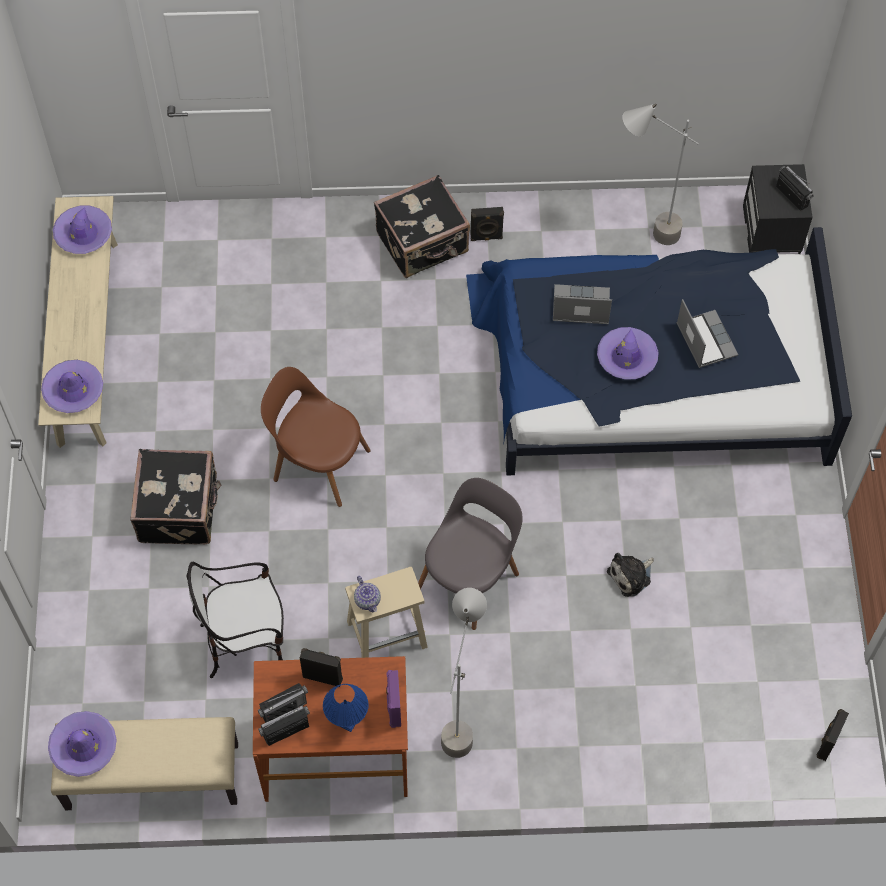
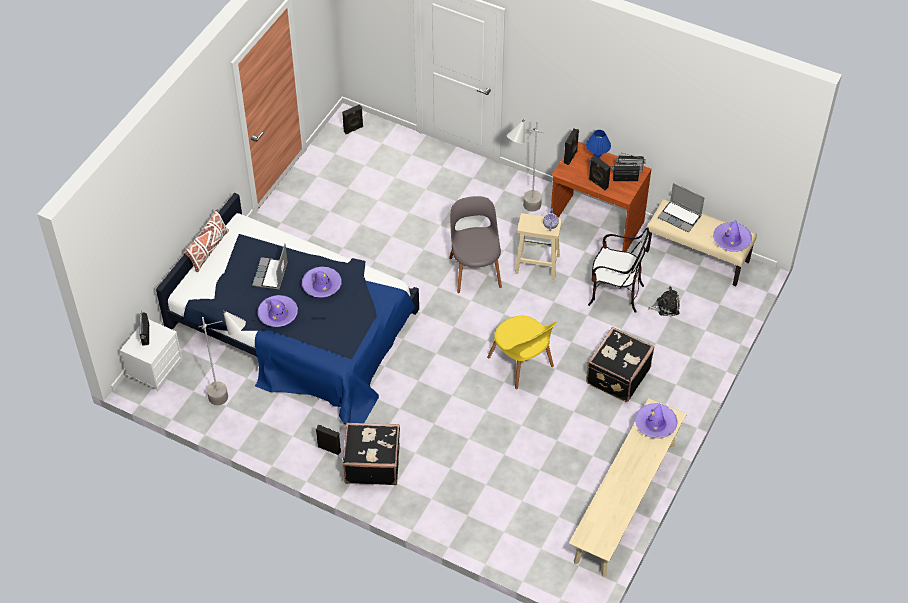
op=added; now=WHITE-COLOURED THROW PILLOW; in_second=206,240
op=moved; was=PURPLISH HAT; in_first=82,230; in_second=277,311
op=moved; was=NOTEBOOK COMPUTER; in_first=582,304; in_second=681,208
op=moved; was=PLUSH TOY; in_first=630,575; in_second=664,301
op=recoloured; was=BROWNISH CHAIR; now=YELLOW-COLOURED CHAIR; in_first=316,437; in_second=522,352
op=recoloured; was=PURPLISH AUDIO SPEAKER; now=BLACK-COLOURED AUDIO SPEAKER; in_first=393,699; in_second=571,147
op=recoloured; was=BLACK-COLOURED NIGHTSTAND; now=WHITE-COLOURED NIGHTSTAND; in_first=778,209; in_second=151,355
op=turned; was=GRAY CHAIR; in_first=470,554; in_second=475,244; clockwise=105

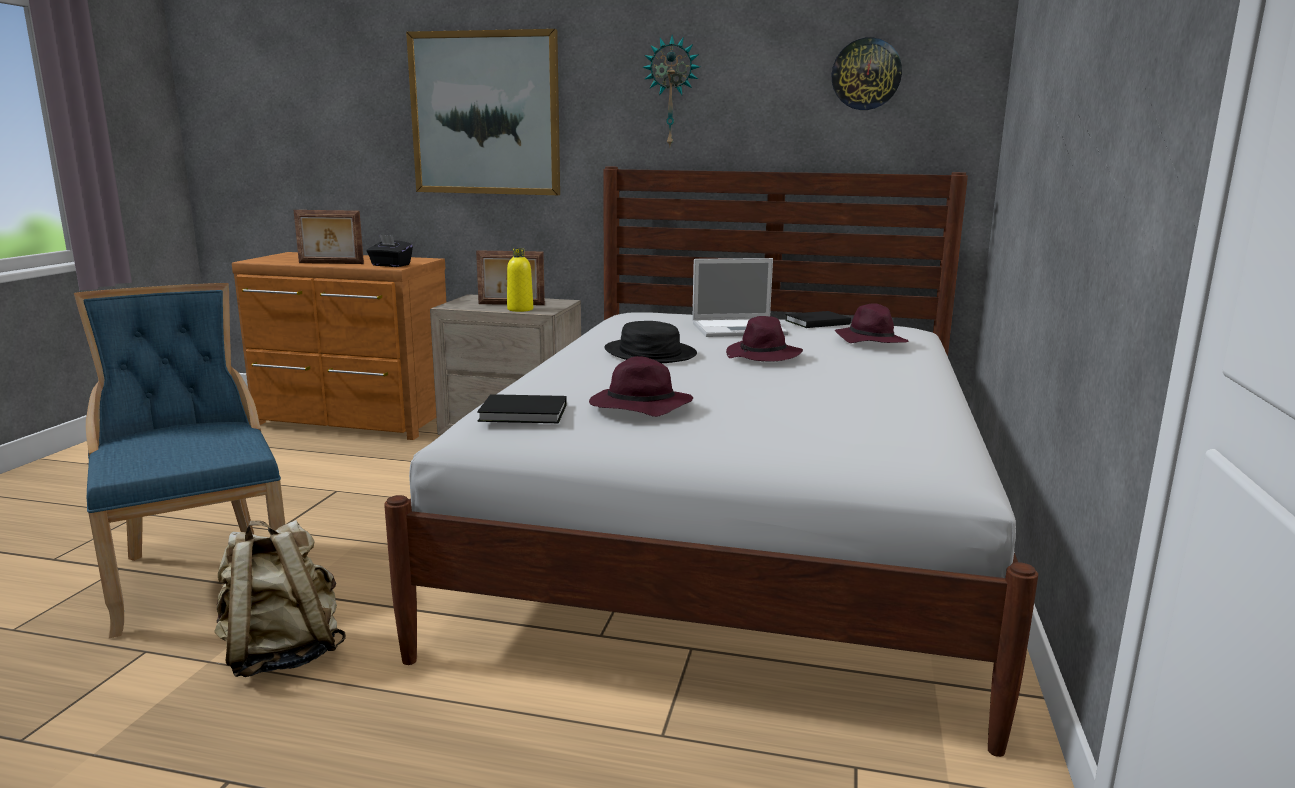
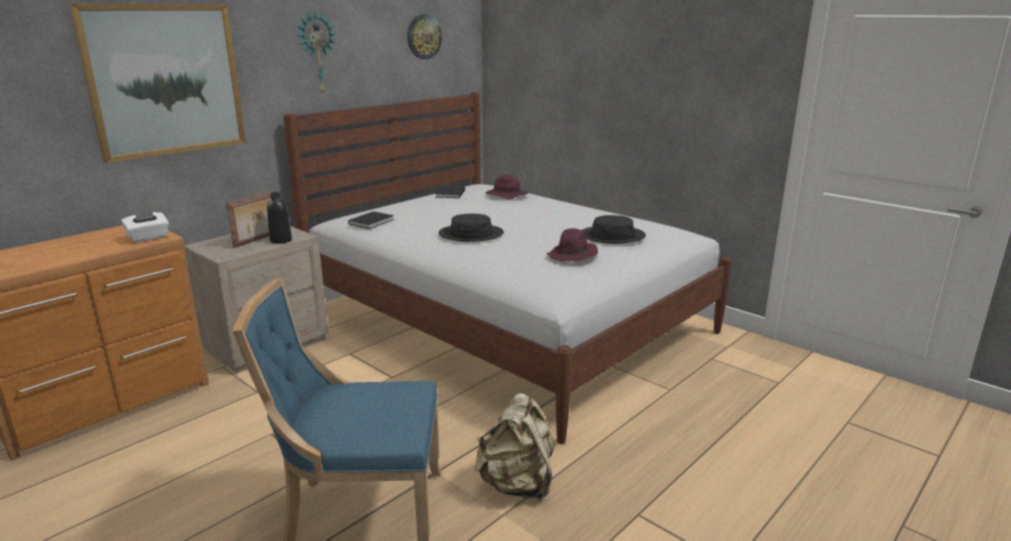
op=removed; was=PHOTO FRAME; in_first=329,237
op=removed; was=NOTEBOOK COMPUTER; in_first=740,297
op=removed; was=PURPLISH HAT; in_first=764,339
op=added; now=BLACK-COLOURED HAT; in_second=614,229
op=moved; was=BLACK-COLOURED VOLUME; in_first=522,408; in_second=371,220
op=recoloured; was=BLACK-COLOURED TISSUE BOX; now=WHITE-COLOURED TISSUE BOX; in_first=390,250; in_second=145,226
op=recoloured; was=YELLOW-COLOURED DRINK BOTTLE; now=BLACK-COLOURED DRINK BOTTLE; in_first=520,280; in_second=279,218

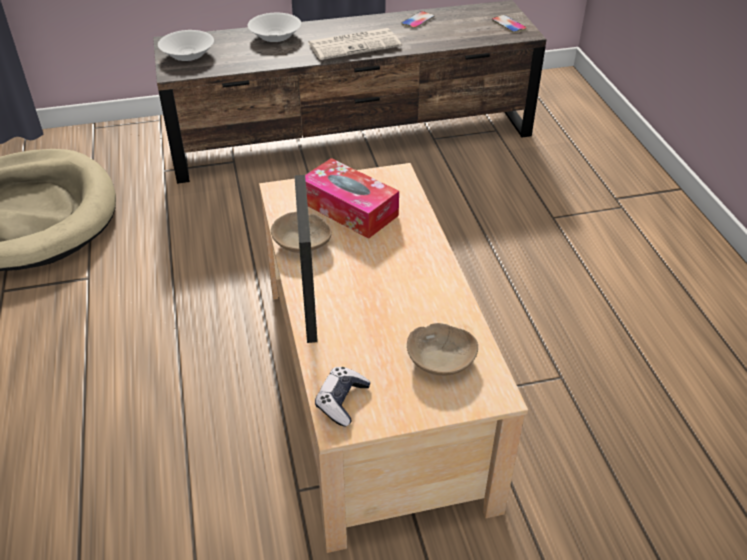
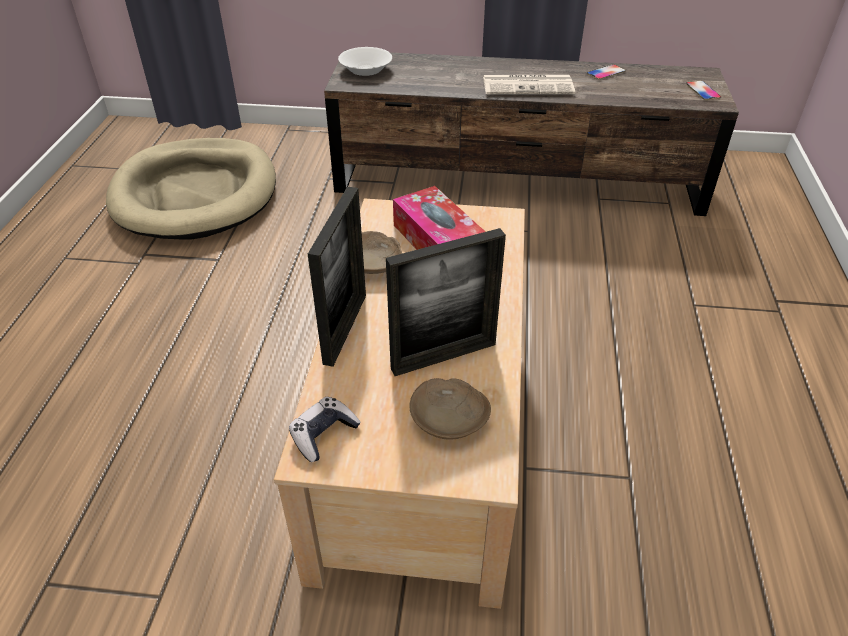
op=removed; was=WHITE-COLOURED DEEP DISH; in_first=274,27
op=added; now=PHOTO FRAME; in_second=446,302

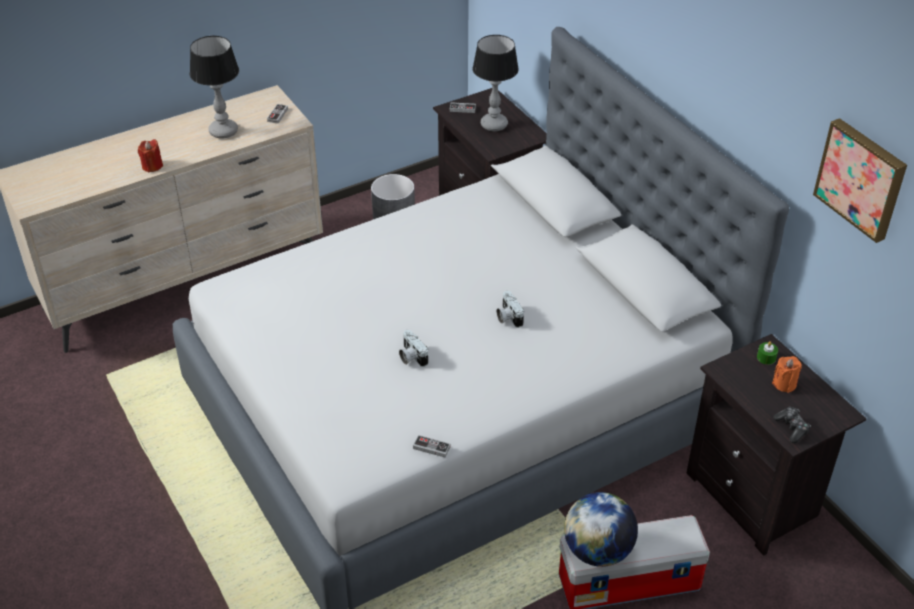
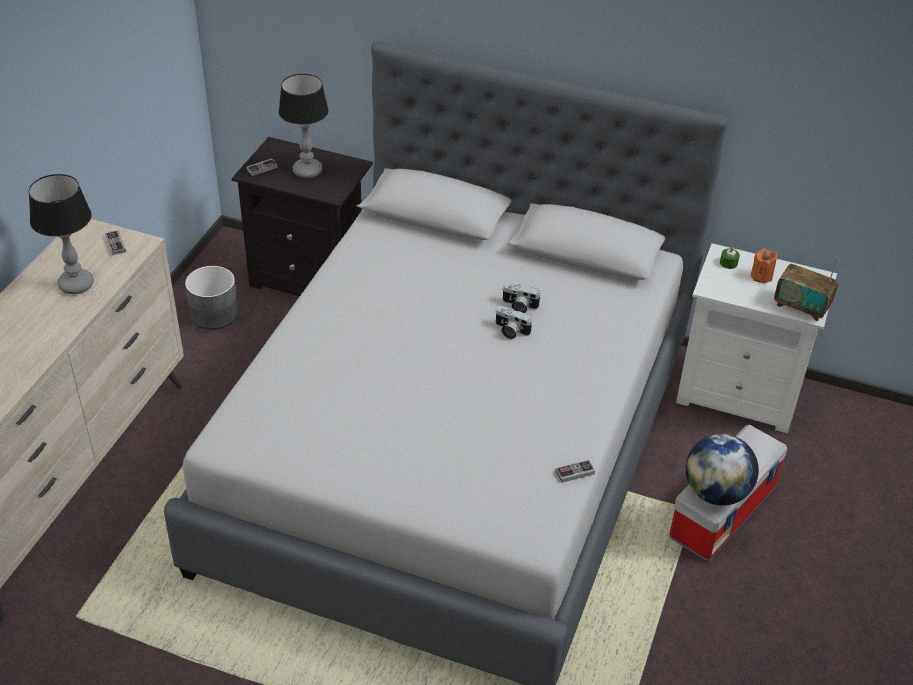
op=removed; was=RED-COLOURED CANDLE; in_first=150,156
op=removed; was=WALL ART; in_first=860,180
op=moved; was=PHOTO CAMERA; in_first=413,348; in_second=521,298
op=replaced; was=JOYPAD; now=RADIO SET; in_first=792,425; in_second=806,289
op=recoloured; was=BLACK-COLOURED NIGHTSTAND; now=WHITE-COLOURED NIGHTSTAND; in_first=776,444; in_second=756,338

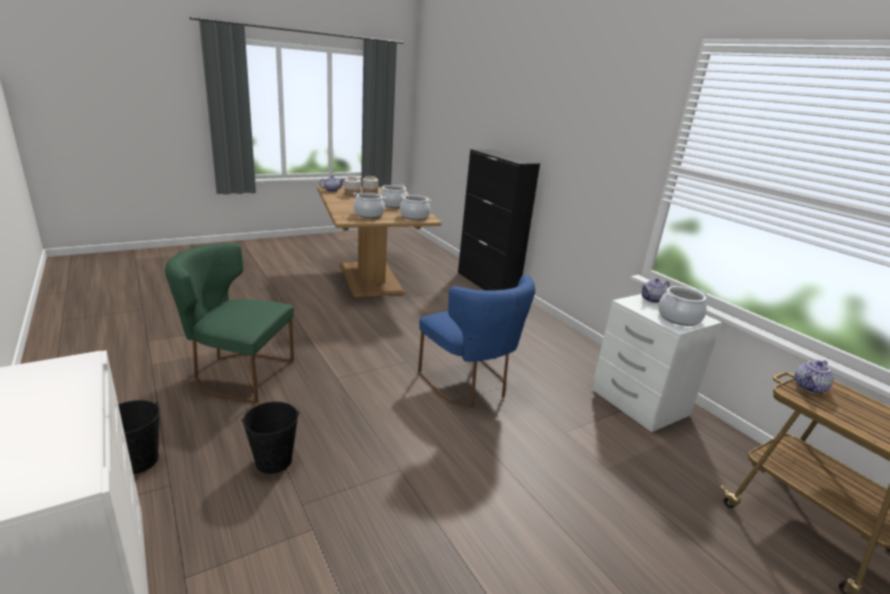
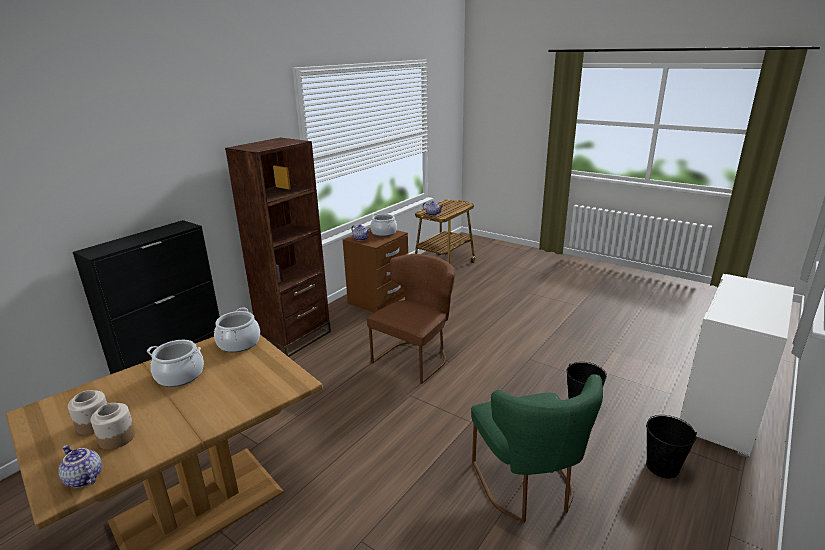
op=removed; was=STOCKPOT; in_first=369,205
op=added; now=BROWNISH BOOKCASE; in_second=278,247
op=recoloured; was=BLUE CHAIR; now=BROWNISH CHAIR; in_first=476,341; in_second=411,319
op=recoloured; was=WHITE-COLOURED NIGHTSTAND; now=BROWNISH NIGHTSTAND; in_first=657,363; in_second=375,270

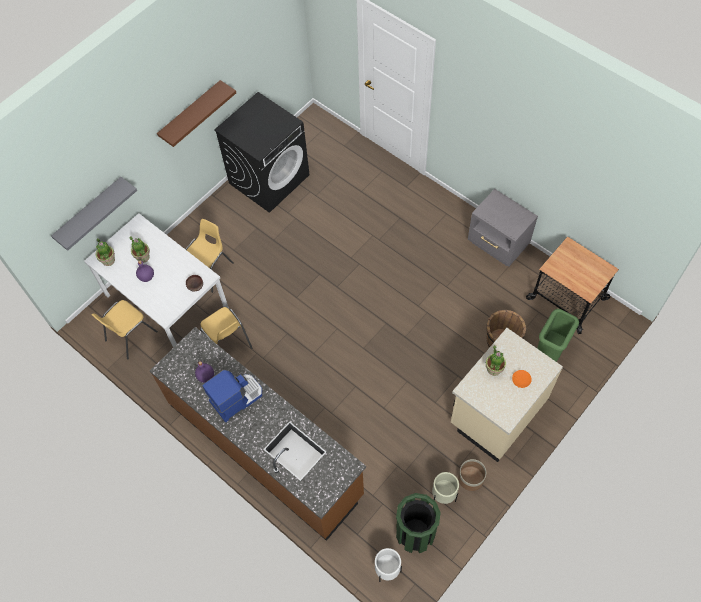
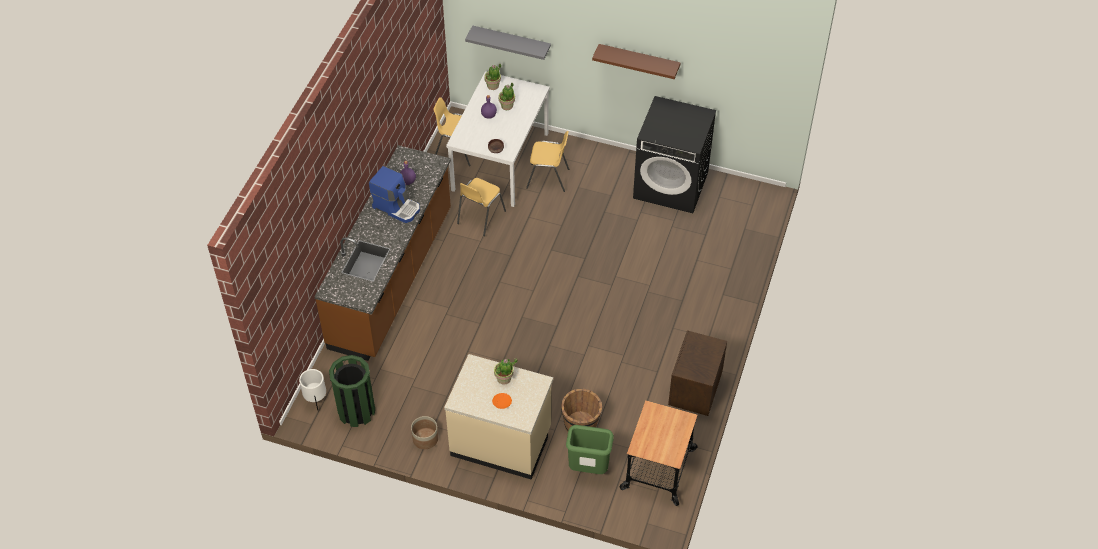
op=removed; was=BEIGE PLANT POT; in_first=445,488
op=recoloured; was=GRAY NIGHTSTAND; now=BROWNISH NIGHTSTAND; in_first=503,228; in_second=697,373

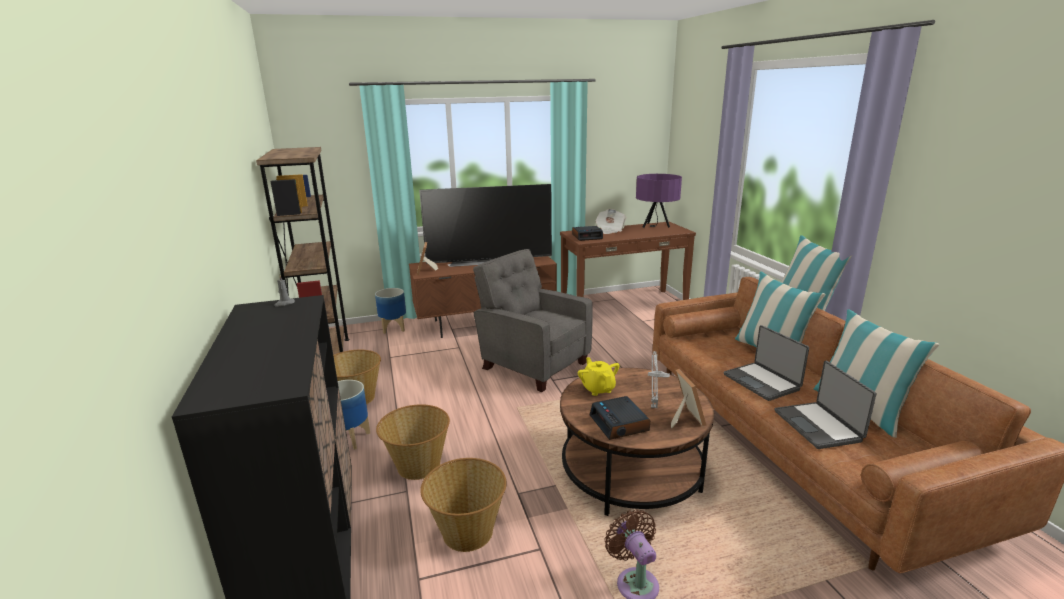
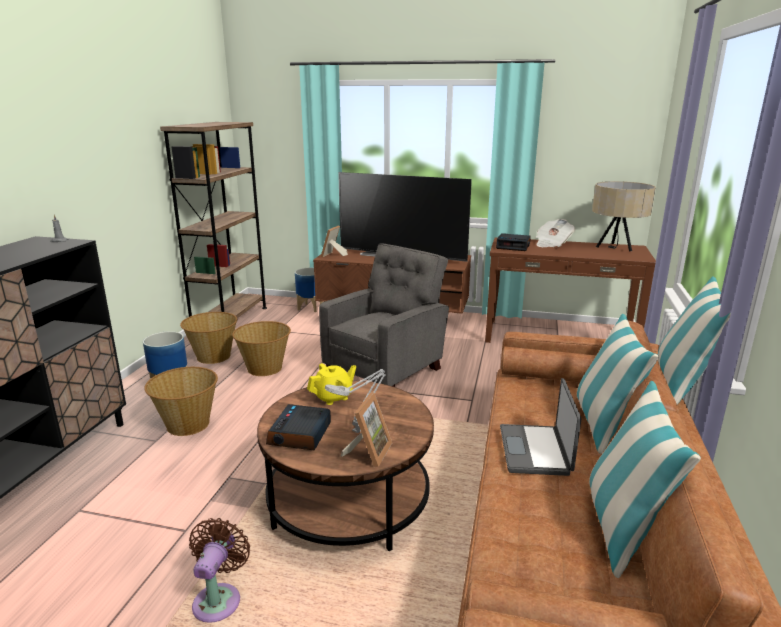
op=removed; was=NOTEBOOK COMPUTER; in_first=825,405
op=moved; was=HOUSEHOLD BASKET; in_first=463,505; in_second=261,348
op=recoloured; was=PURPLISH TABLE LAMP; now=BEIGE TABLE LAMP; in_first=659,201; in_second=624,216
op=turned; was=GRAY EASY CHAIR; in_first=533,320; in_second=384,315; clockwise=60
op=turned; was=YELLOW-COLOURED TEAPOT; in_first=599,376; in_second=331,384; clockwise=45

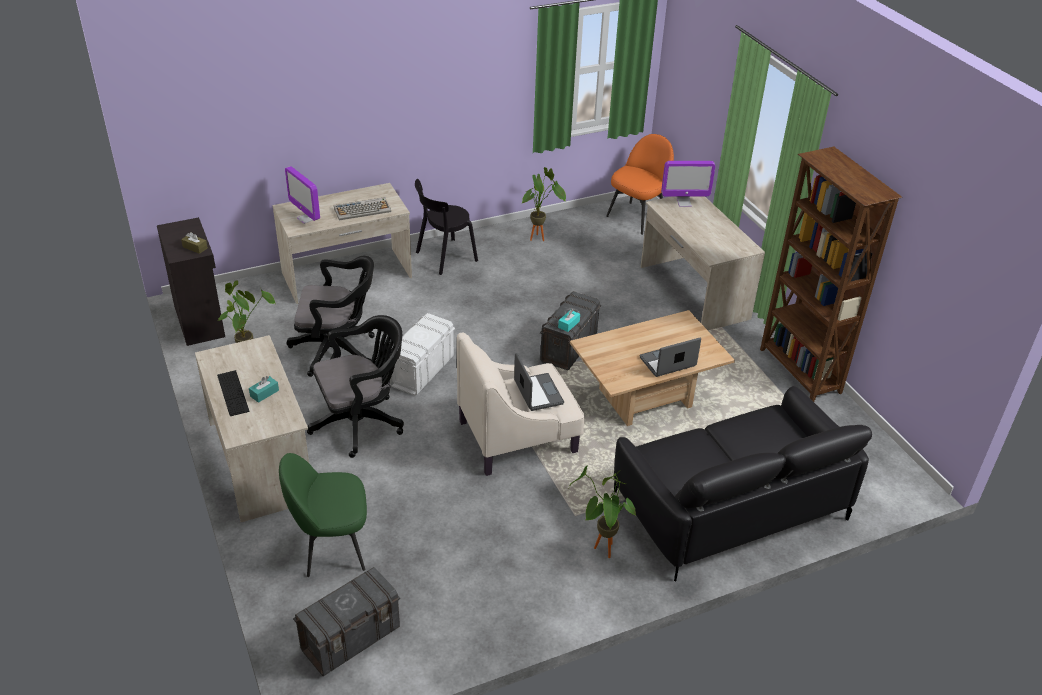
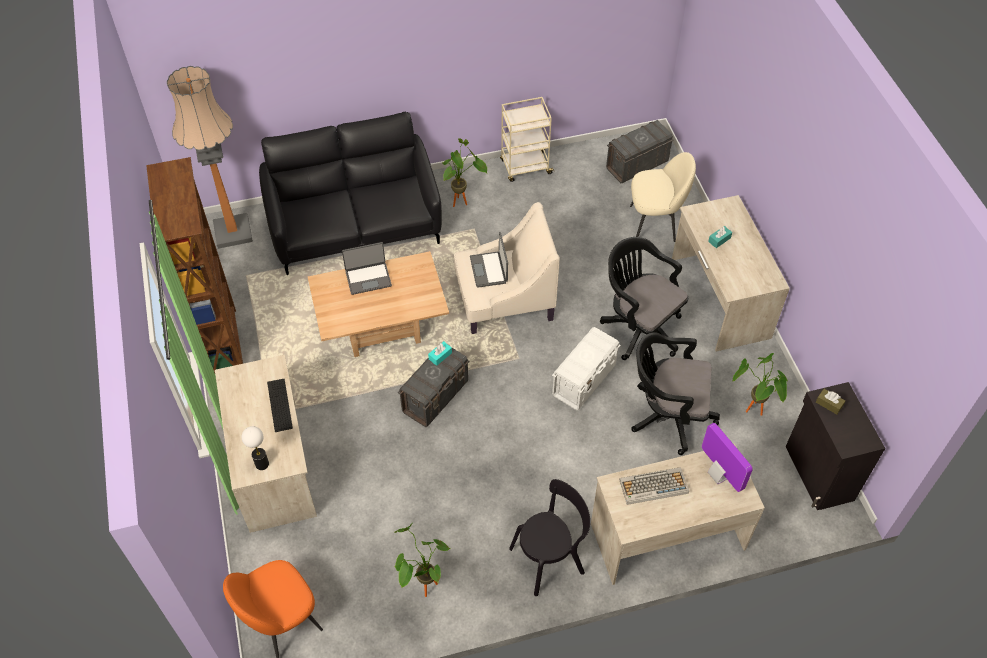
op=added; now=STANDARD LAMP; in_second=210,157
op=added; now=BEIGE TROLLEY; in_second=527,139
op=moved; was=PC KEYBOARD; in_first=233,393; in_second=280,405
op=replaced; was=COMPUTER DISPLAY; now=TABLE LAMP; in_first=688,184; in_second=255,448
op=recoloured; was=GREENISH CHAIR; now=BEIGE CHAIR; in_first=323,515; in_second=663,197
op=turned; was=BLACK-COLOURED OFFICE CHAIR; in_first=355,386; in_second=644,298; clockwise=60

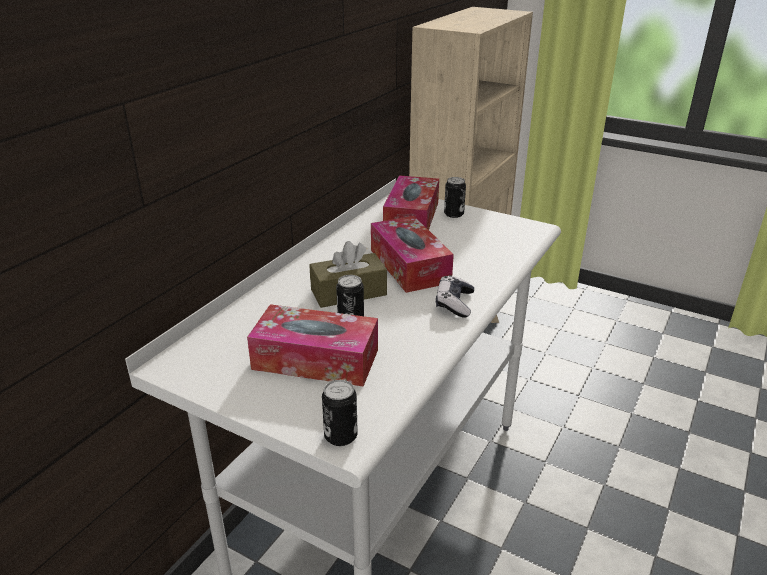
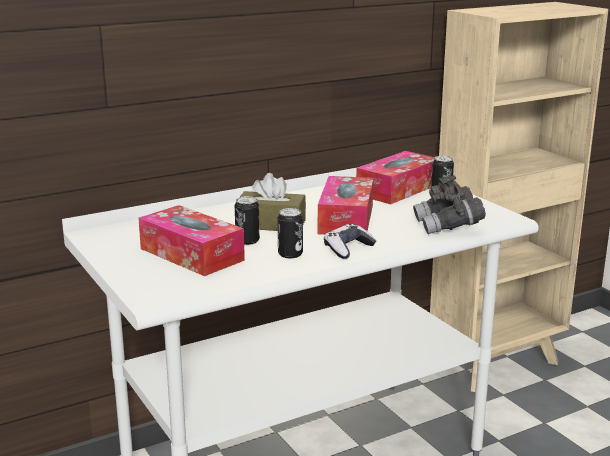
op=added; now=GRAY FIELD GLASSES; in_second=449,205
op=moved; was=SEALED CAN; in_first=340,413; in_second=290,233

